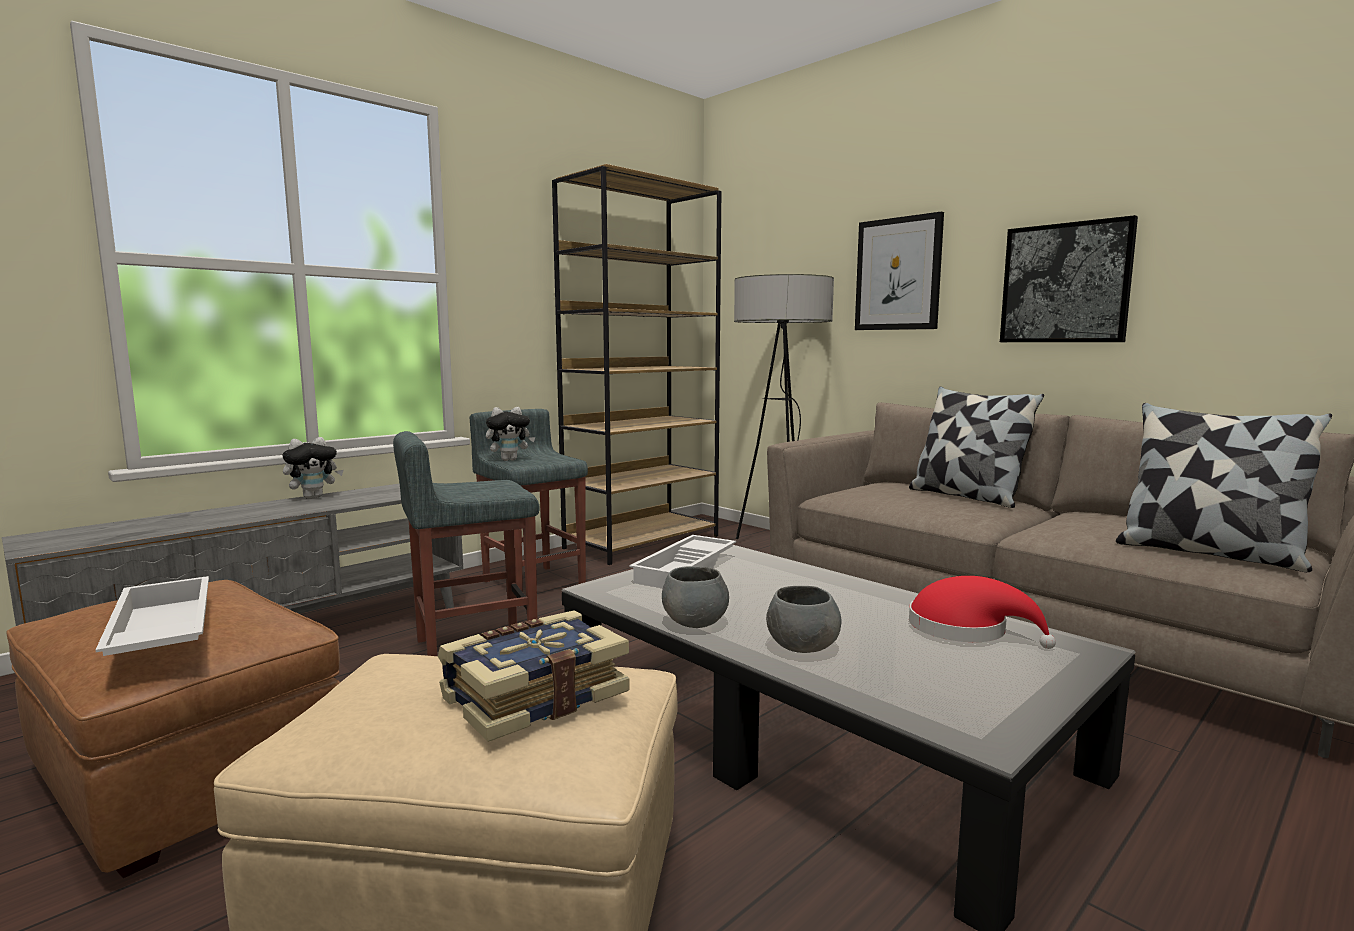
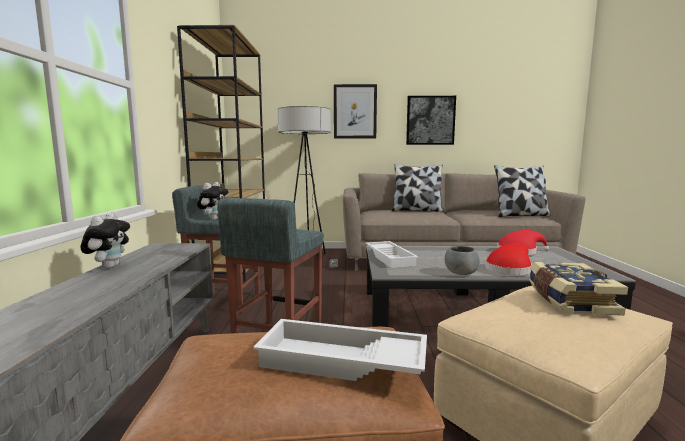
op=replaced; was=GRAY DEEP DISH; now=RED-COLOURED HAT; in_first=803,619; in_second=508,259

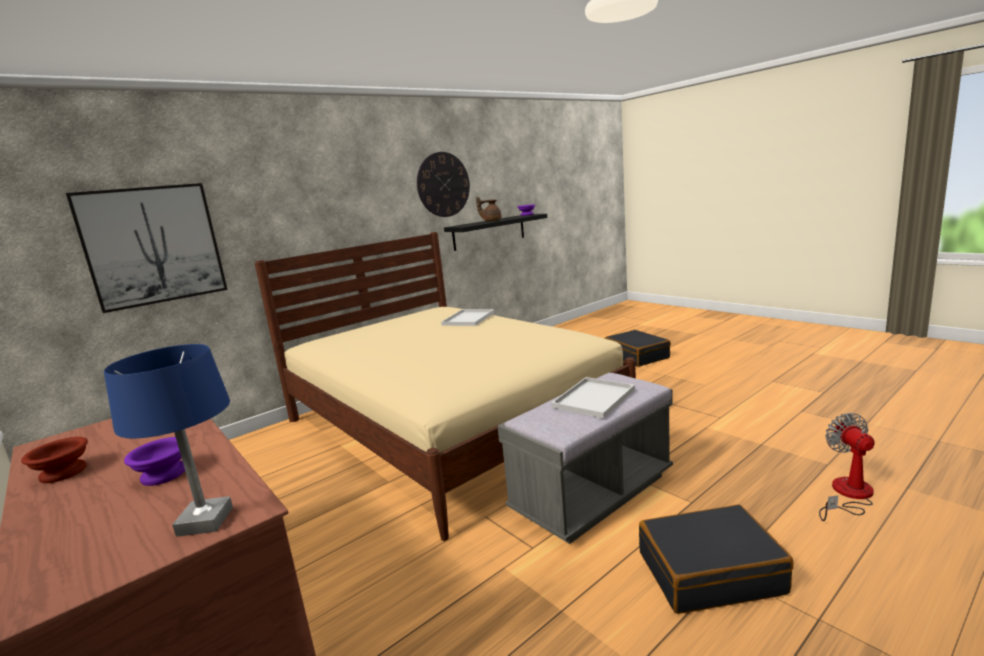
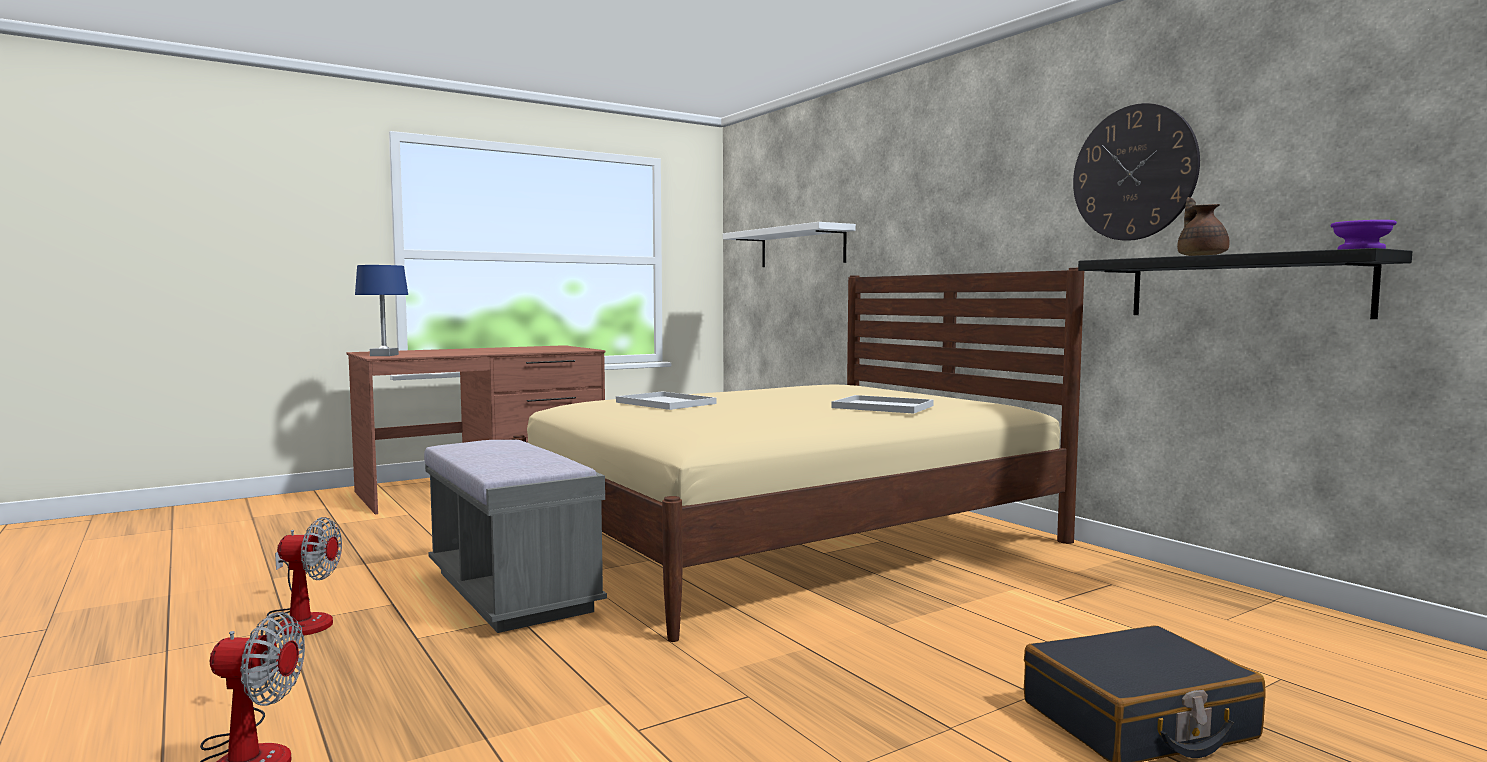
op=removed; was=BROWNISH DEEP DISH; in_first=54,460
op=removed; was=PURPLISH DEEP DISH; in_first=154,461
op=moved; was=WHITE-COLOURED TRAY; in_first=593,398; in_second=666,400
op=replaced; was=WALL ART; now=WHITE-COLOURED WALL SHELF; in_first=147,248; in_second=789,244
op=replaced; was=BLACK-COLOURED SUITCASE; now=COOLING FAN; in_first=716,559; in_second=304,576

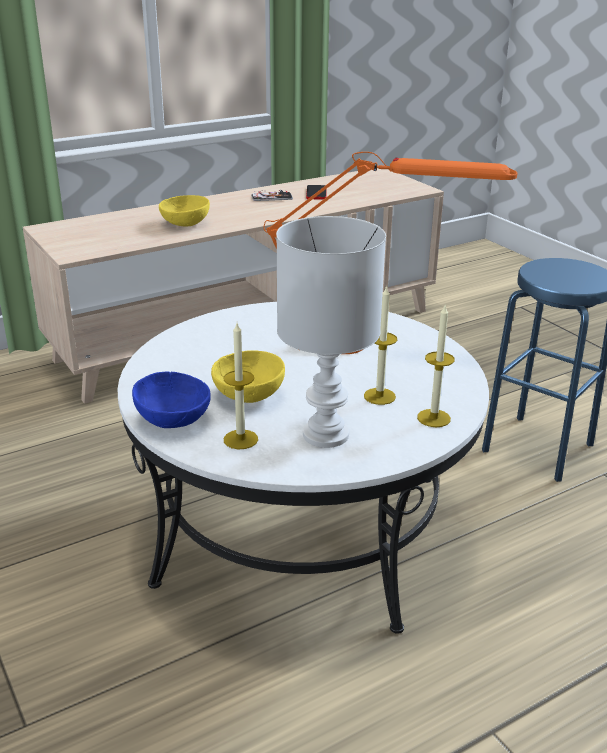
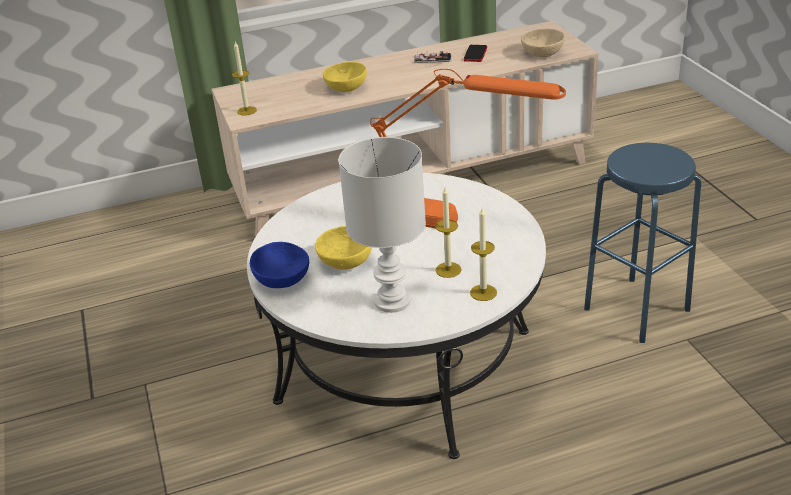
op=added; now=BEIGE DEEP DISH; in_second=543,43
op=moved; was=CANDLE; in_first=241,386; in_second=244,79

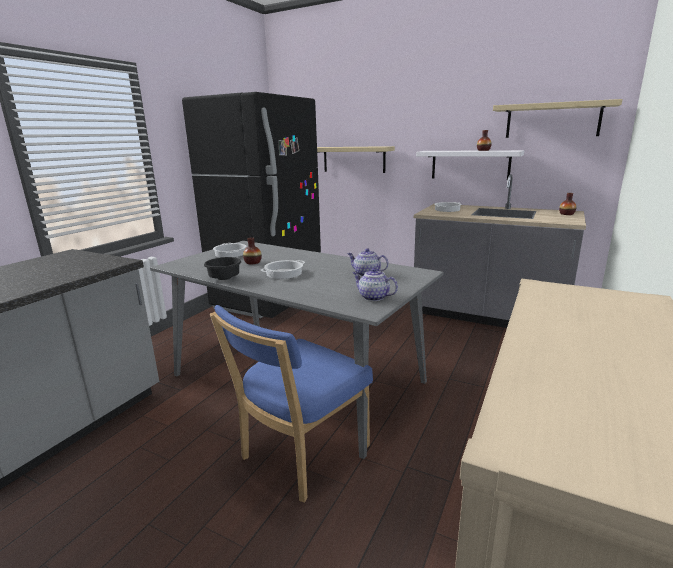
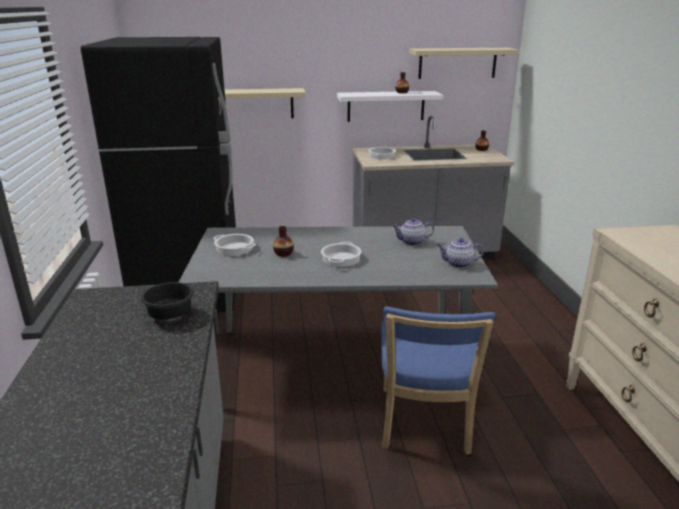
op=moved; was=BLACK-COLOURED DEEP DISH; in_first=222,268; in_second=167,301

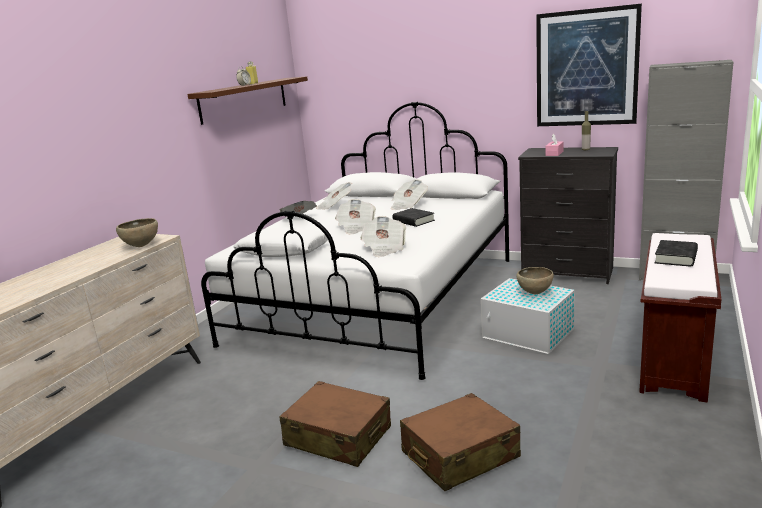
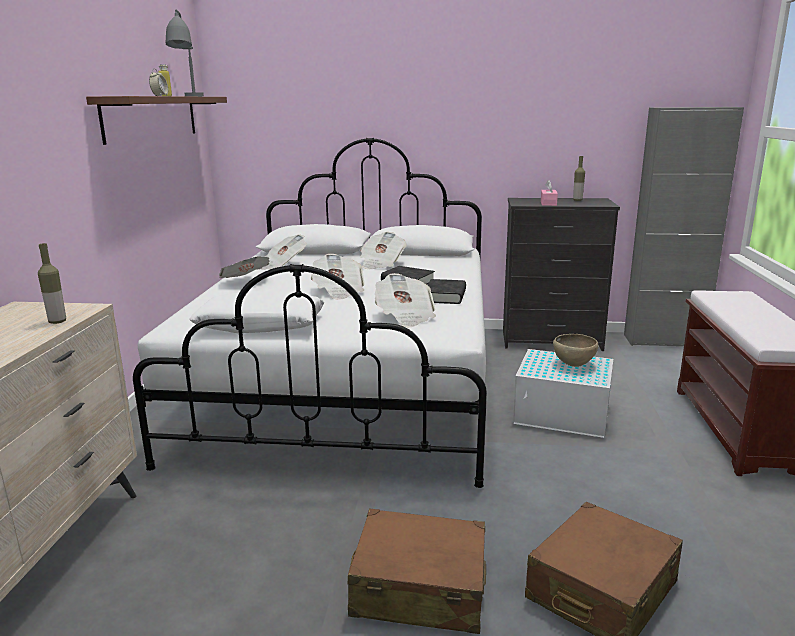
op=removed; was=WALL ART; in_first=589,65
op=added; now=GRAY TABLE LAMP; in_second=185,53
op=moved; was=BLACK-COLOURED VOLUME; in_first=676,253; in_second=447,291
op=replaced; was=BROWNISH DEEP DISH; now=DRINK BOTTLE; in_first=137,232; in_second=52,283

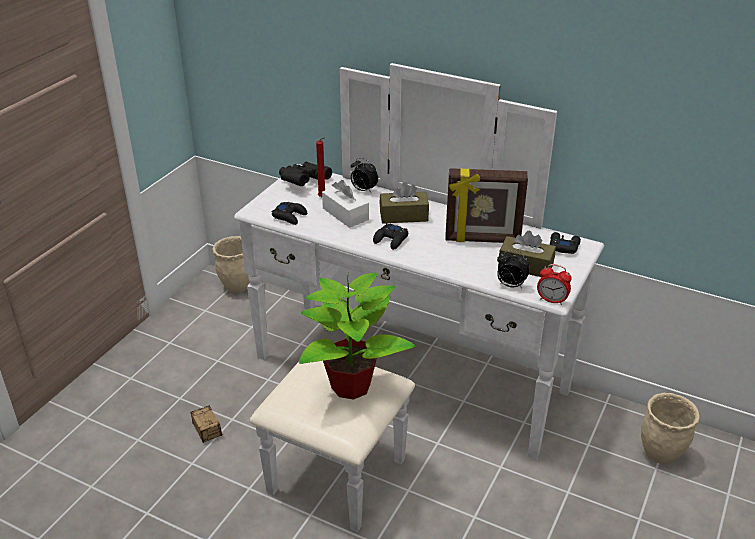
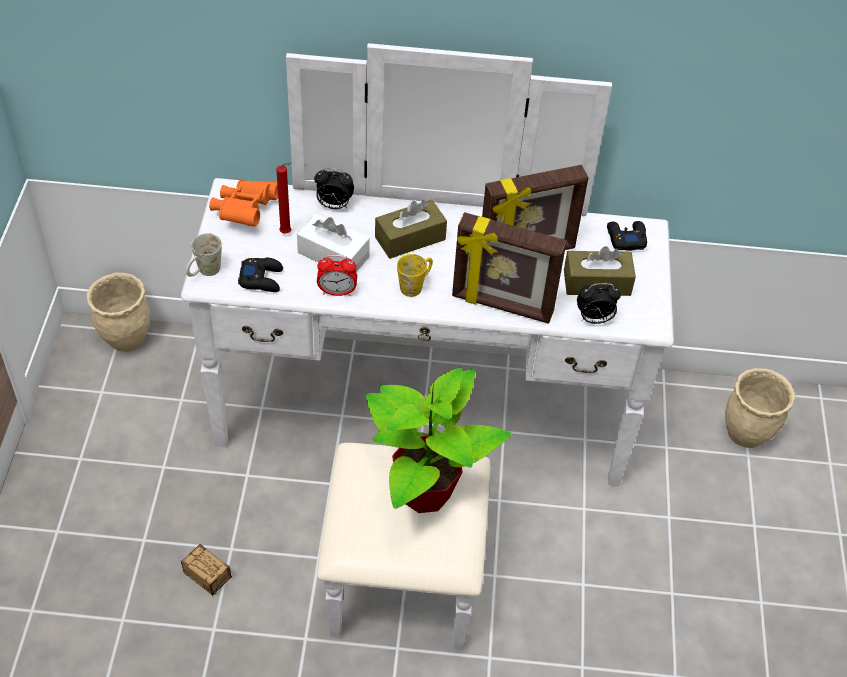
op=added; now=WHITE-COLOURED TEA MUG; in_second=204,255
op=added; now=PHOTO FRAME; in_second=509,268
op=moved; was=ALARM CLOCK; in_first=554,284; in_second=337,275
op=replaced; was=BLACK-COLOURED JOYPAD; now=YELLOW-COLOURED TEA MUG; in_first=390,236; in_second=415,275
op=recoloured; was=BLACK-COLOURED FIELD GLASSES; now=ORANGE-COLOURED FIELD GLASSES; in_first=305,174; in_second=243,203

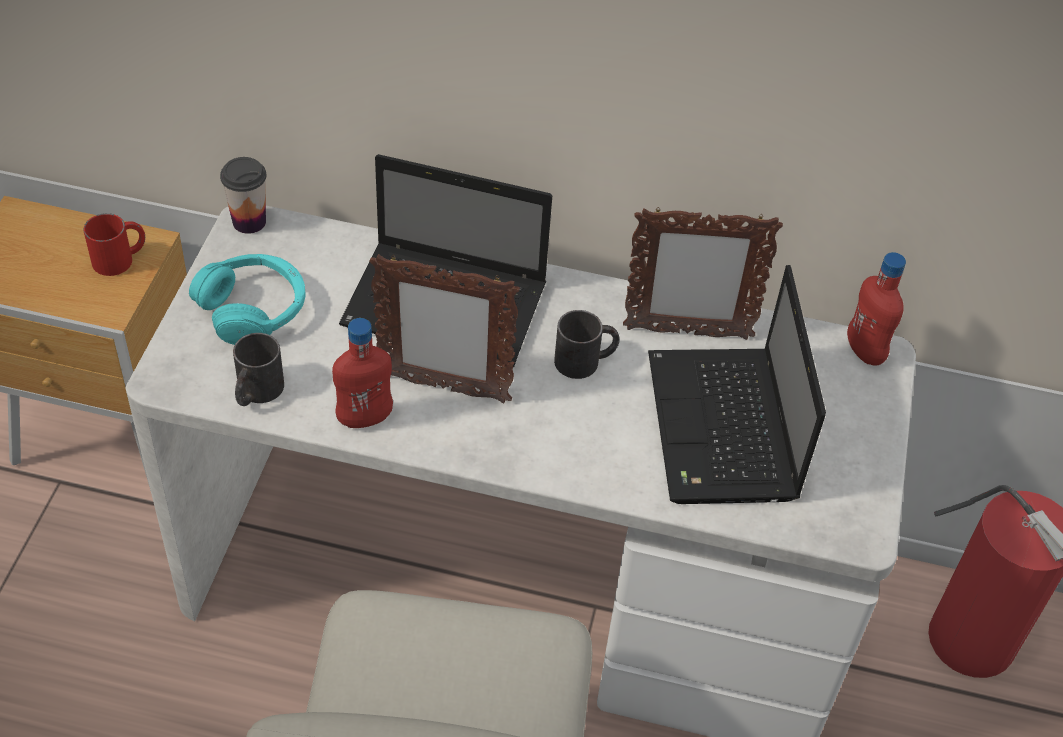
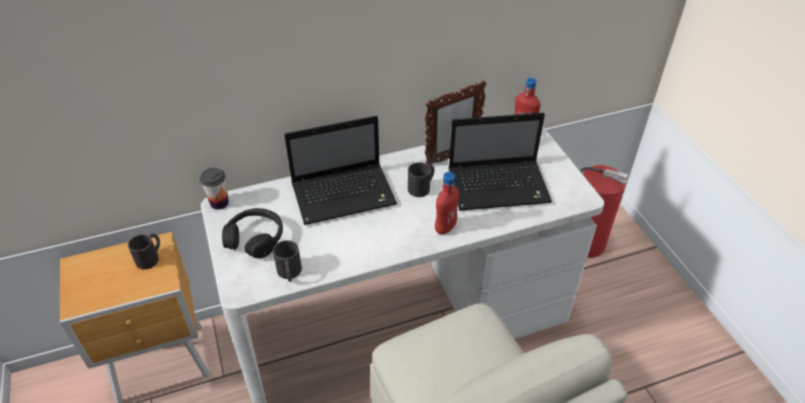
op=removed; was=PHOTO FRAME; in_first=444,328
op=moved; was=RED-COLOURED DRINK BOTTLE; in_first=362,373; in_second=447,203
op=recoloured; was=RED-COLOURED TEA MUG; now=BLACK-COLOURED TEA MUG; in_first=114,244; in_second=144,251
op=recoloured; was=BLUE-GREEN HEADPHONES; now=BLACK-COLOURED HEADPHONES; in_first=247,299; in_second=252,233
op=turned; was=NOTEBOOK COMPUTER; in_first=737,384; in_second=500,162; clockwise=-60

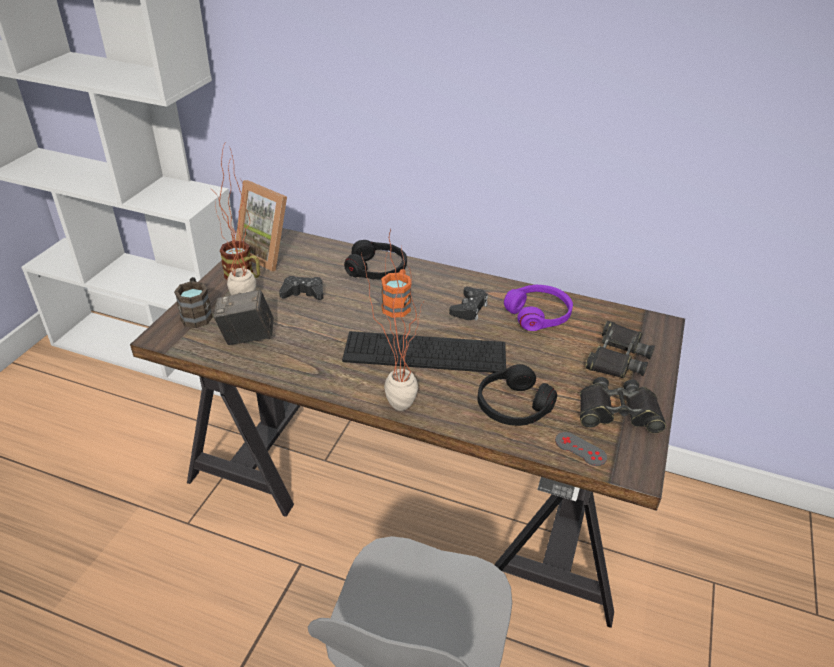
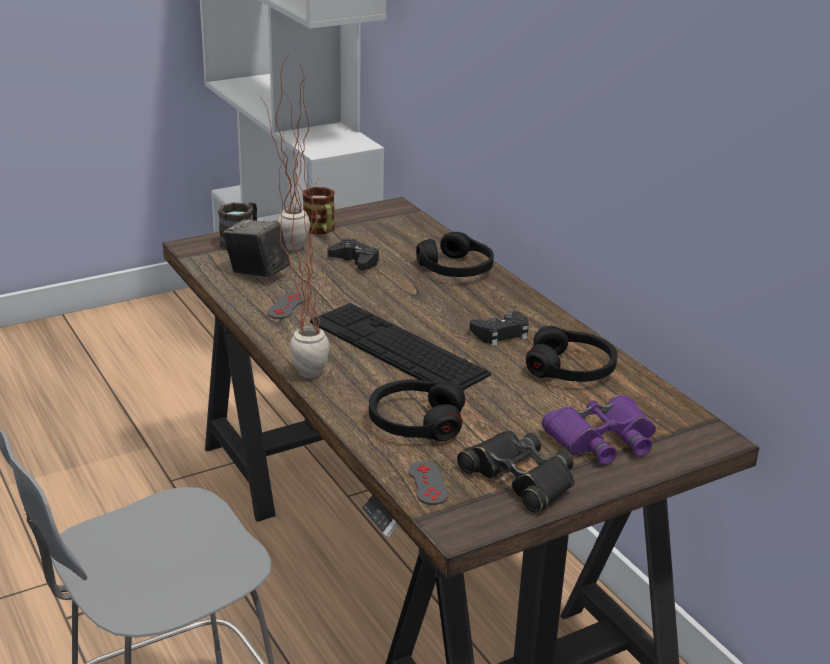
op=removed; was=PHOTO FRAME; in_first=261,226
op=removed; was=ORANGE-COLOURED TEA MUG; in_first=396,293
op=added; now=GRAY JOYPAD; in_second=285,306
op=recoloured; was=PURPLISH HEADPHONES; now=BLACK-COLOURED HEADPHONES; in_first=538,308; in_second=572,354
op=recoloured; was=BLACK-COLOURED FIELD GLASSES; now=PURPLISH FIELD GLASSES; in_first=620,349; in_second=599,430

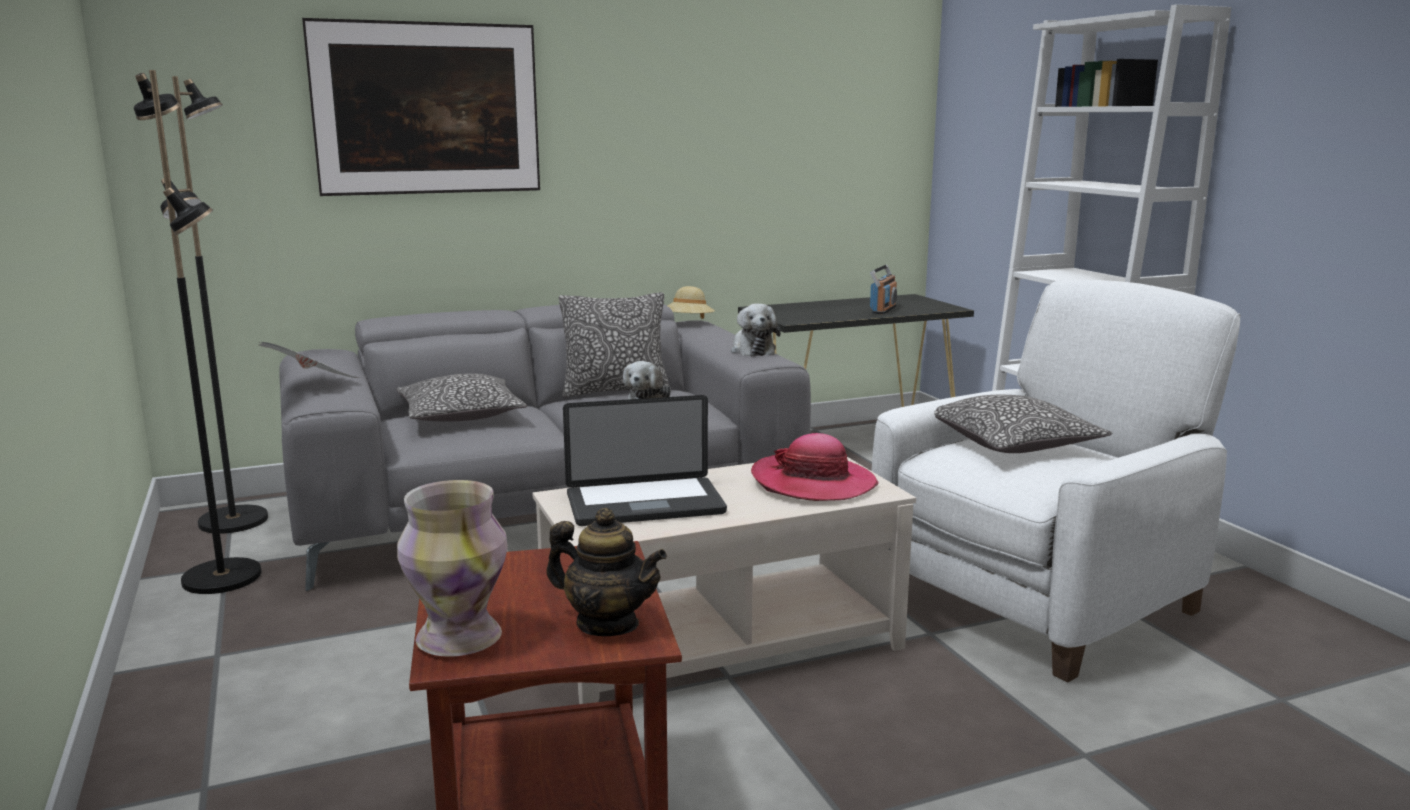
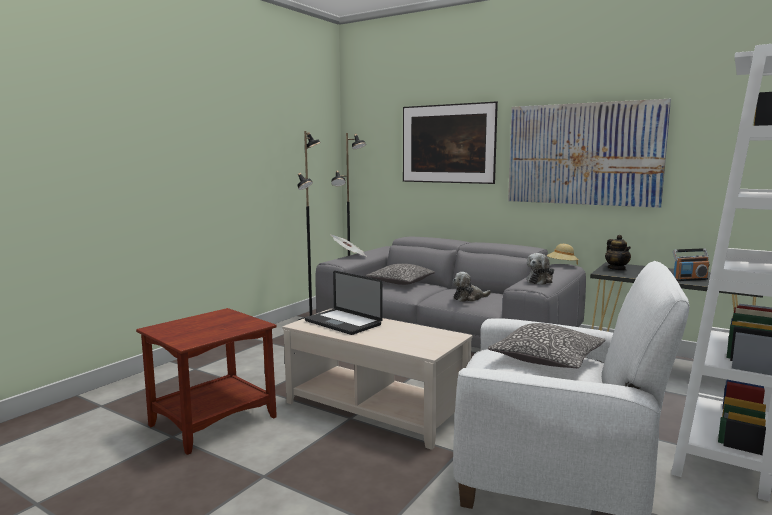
op=removed; was=FLOWER VASE; in_first=452,568
op=removed; was=THROW PILLOW; in_first=614,344
op=removed; was=HAT; in_first=815,467
op=added; now=WALL ART; in_second=589,153
op=moved; was=TEAPOT; in_first=606,572; in_second=618,253

